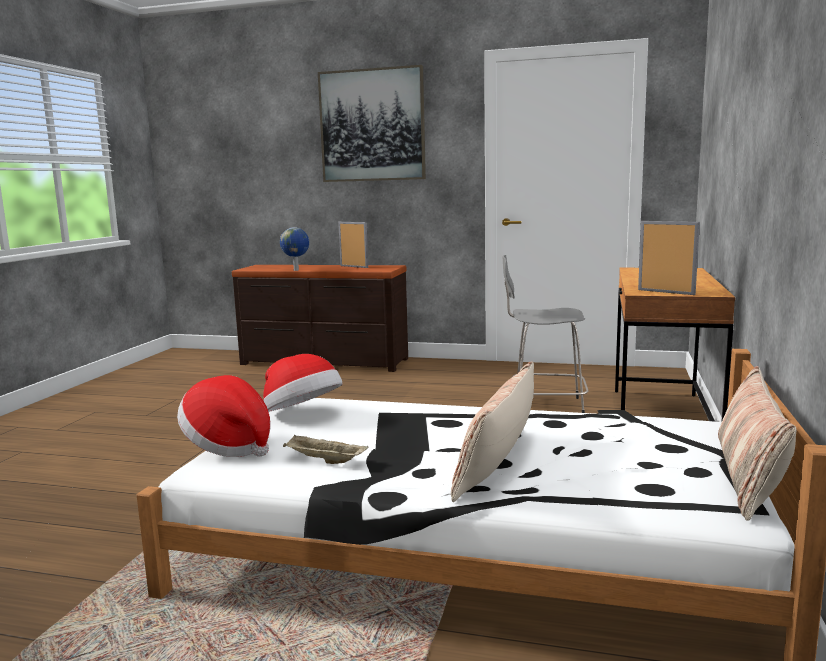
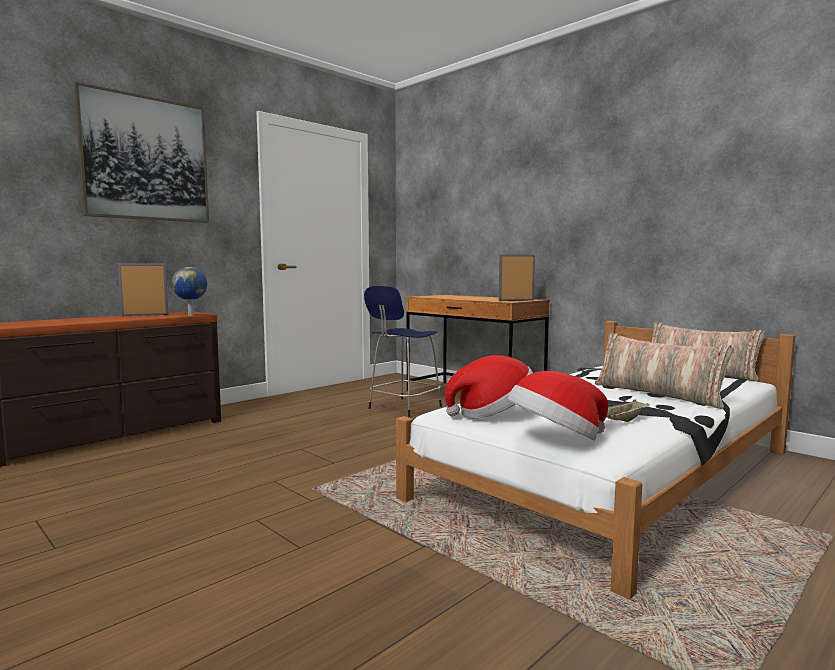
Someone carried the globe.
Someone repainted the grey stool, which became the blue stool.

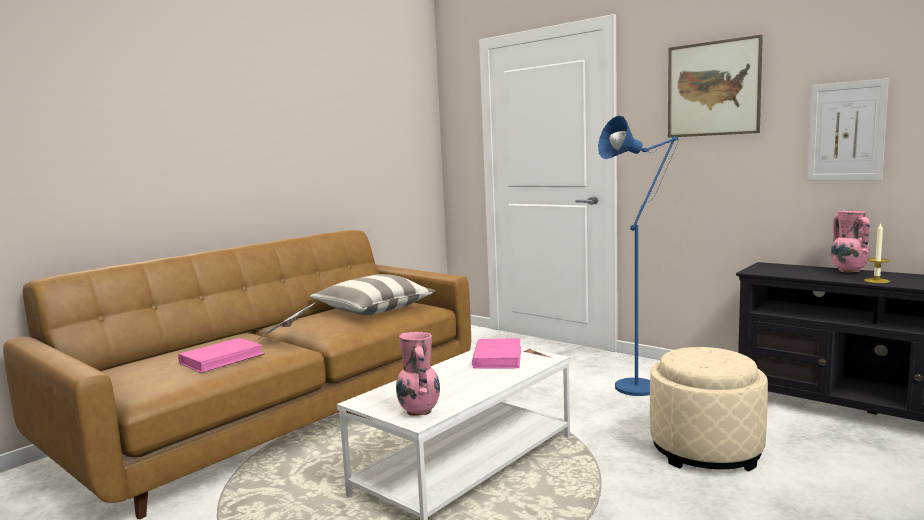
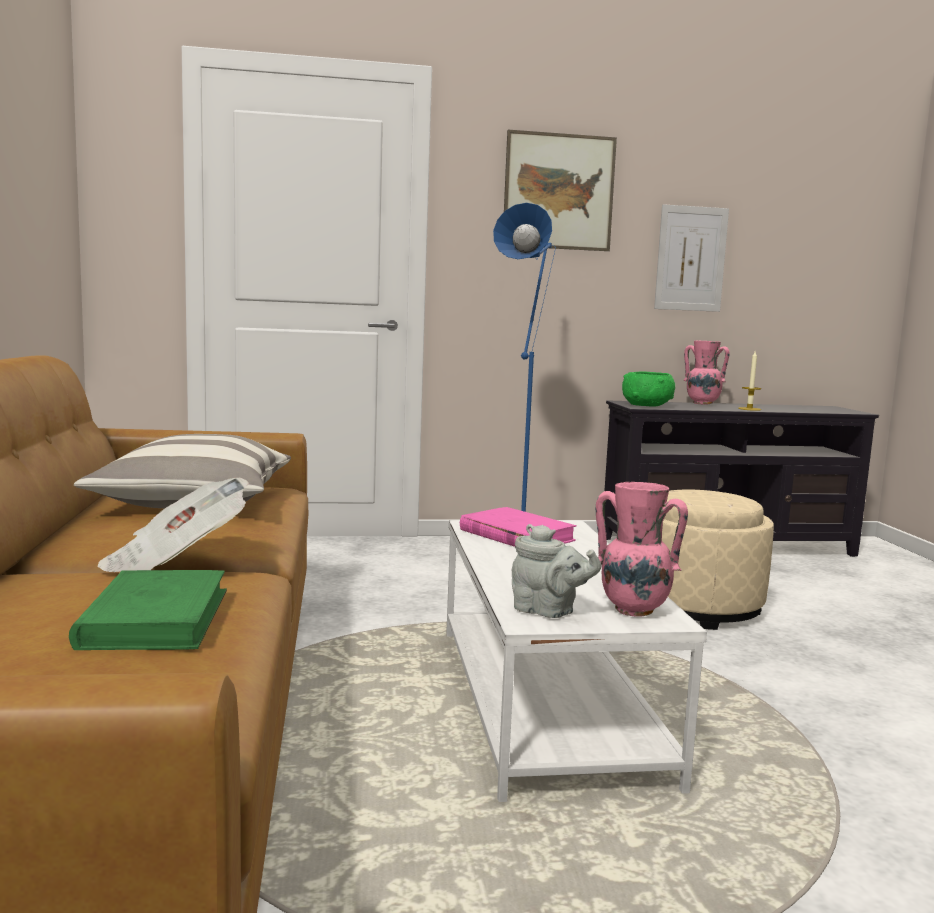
Someone repainted the pink book (no. 1 from left), which became the green book.
Someone put down the grey teapot.
Someone put down the green bowl.

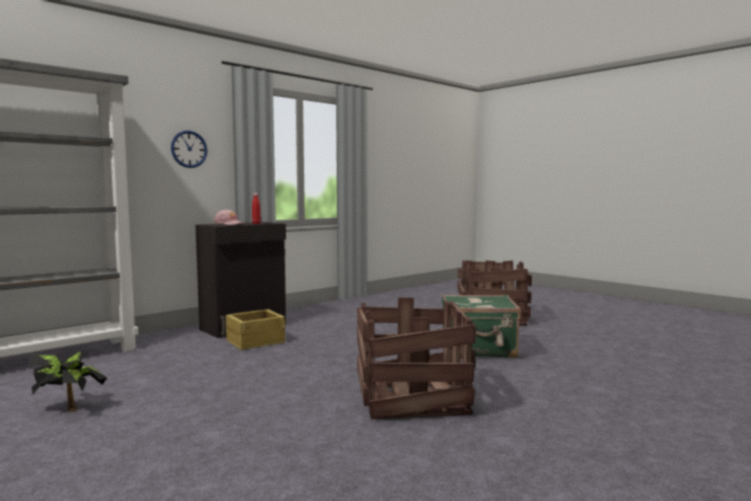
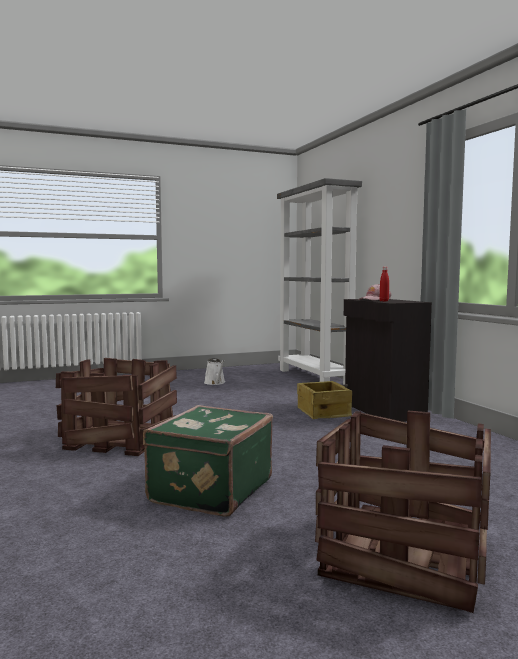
Someone swapped the potted plant for the white watering can.
Someone took away the wall clock.

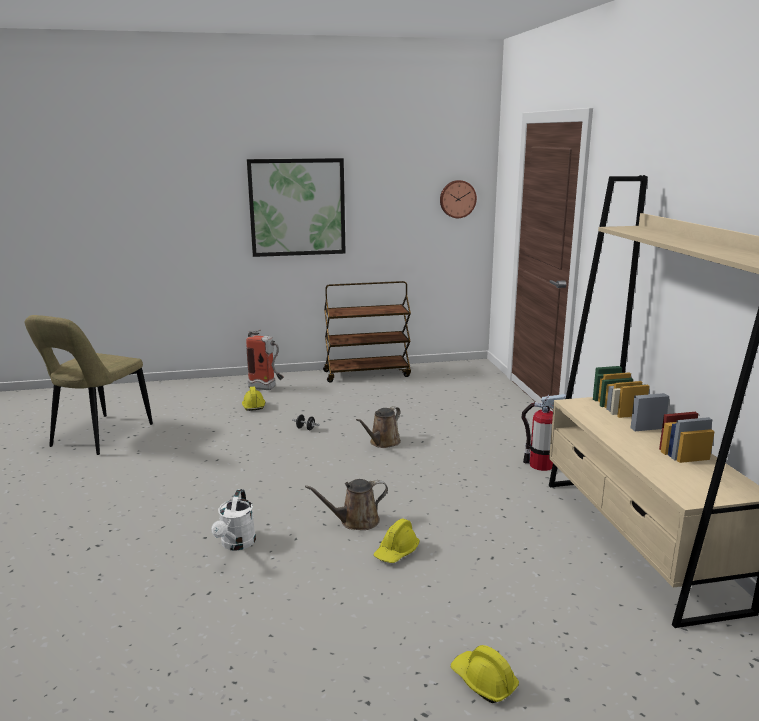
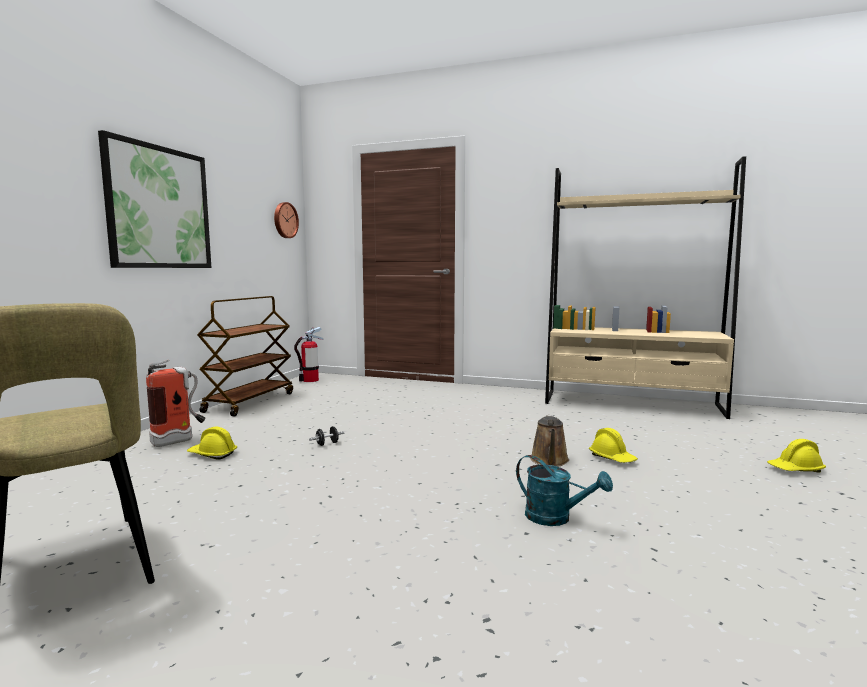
Someone carried the fire extinguisher (no. 2 from left).
Someone repainted the white watering can, which became the turquoise watering can.
Someone took away the brown watering can (no. 2 from left).

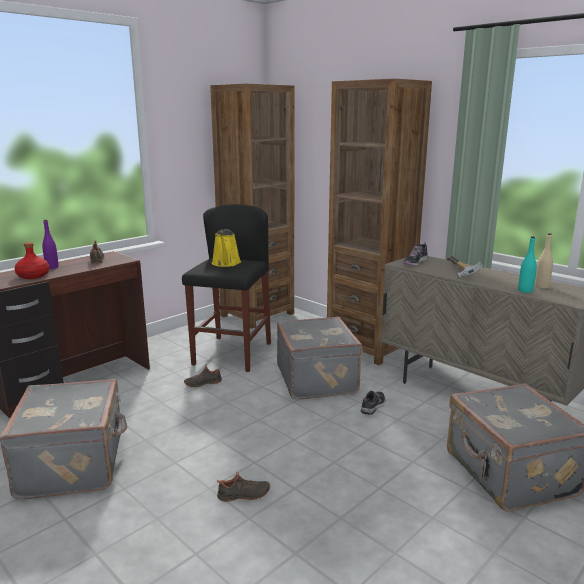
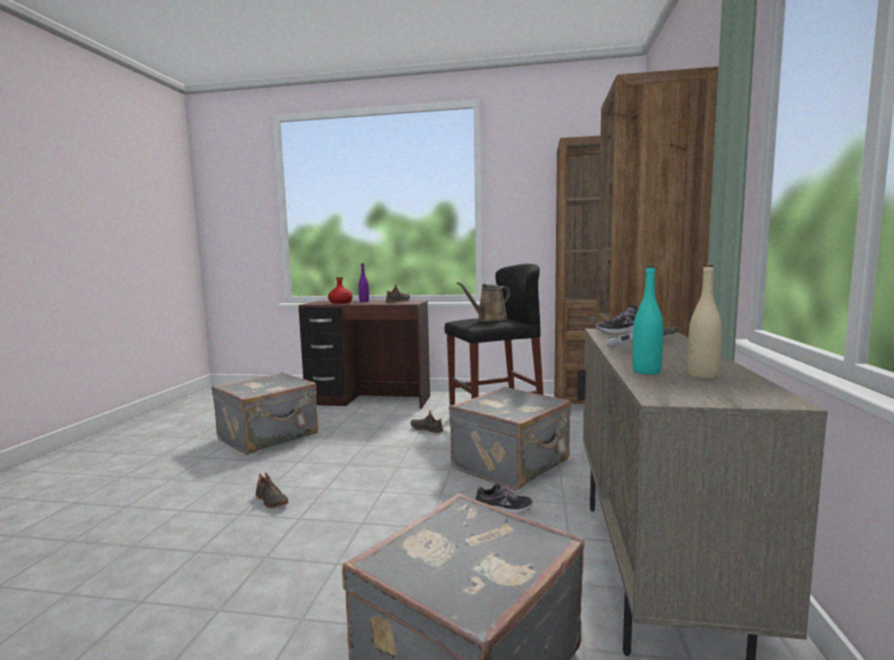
Someone repainted the yellow watering can, which became the brown watering can.

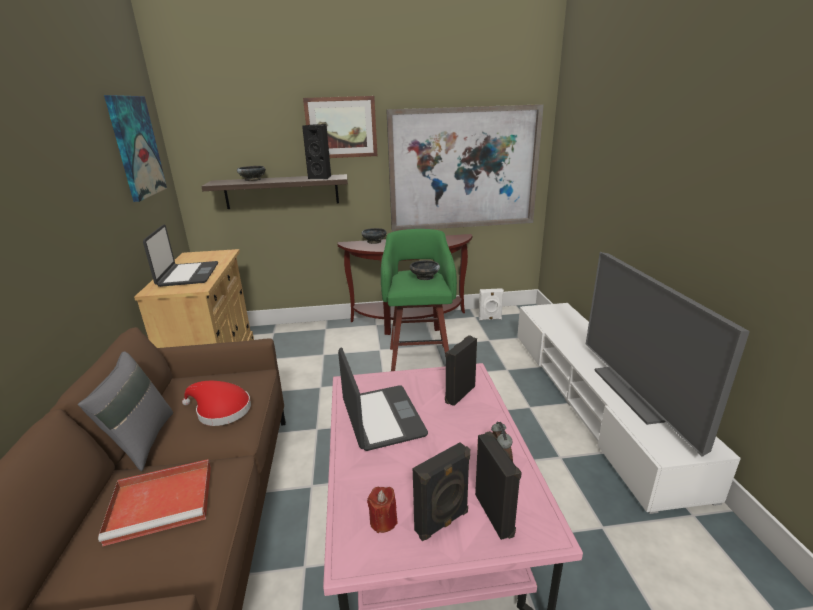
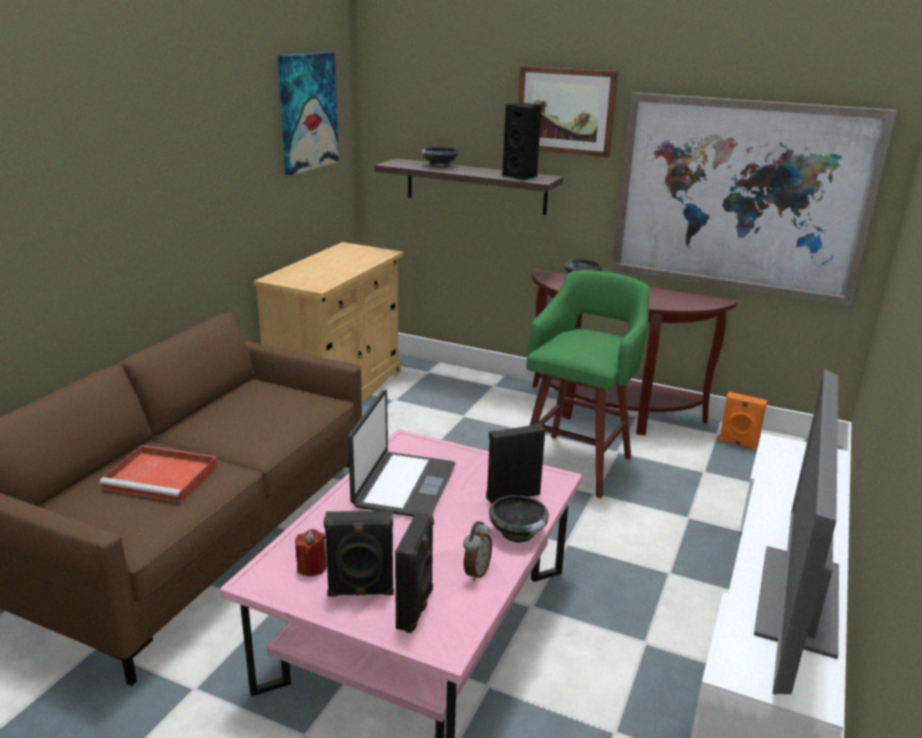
Someone carried the black bowl (no. 3 from left in the first image).
Someone repainted the white speaker, which became the orange speaker.
Someone took away the grey pillow.
Someone took away the laptop (no. 1 from left).
Someone took away the red hat.

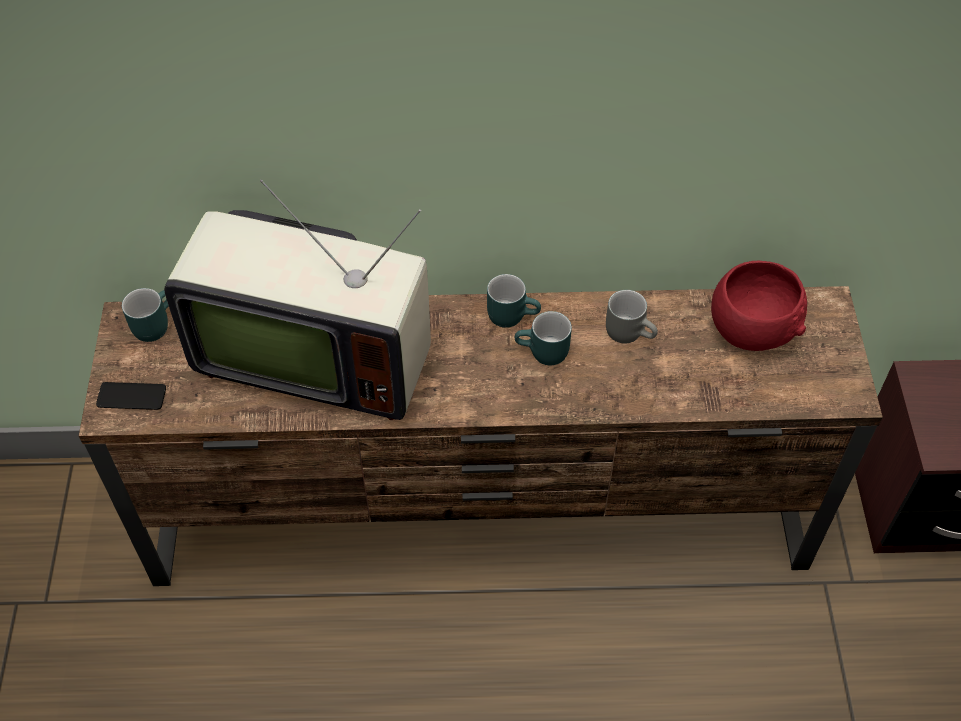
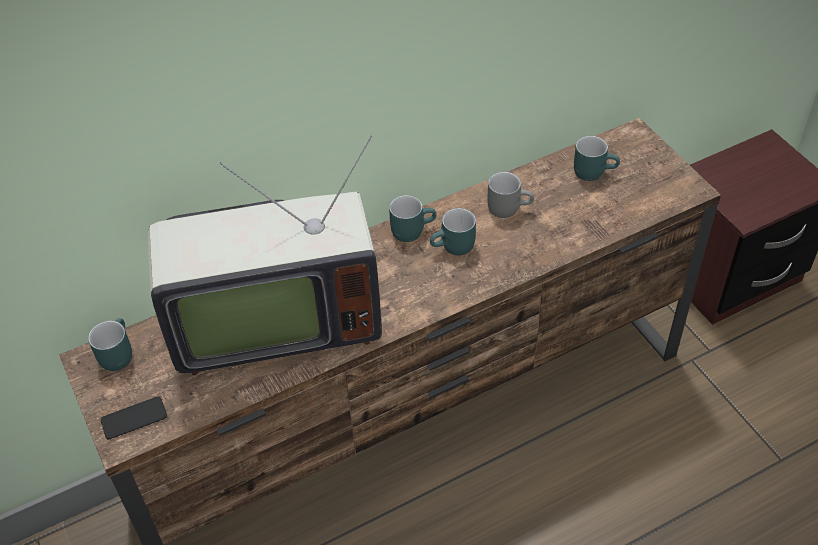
Someone swapped the red bowl for the turquoise mug (no. 4 from left).

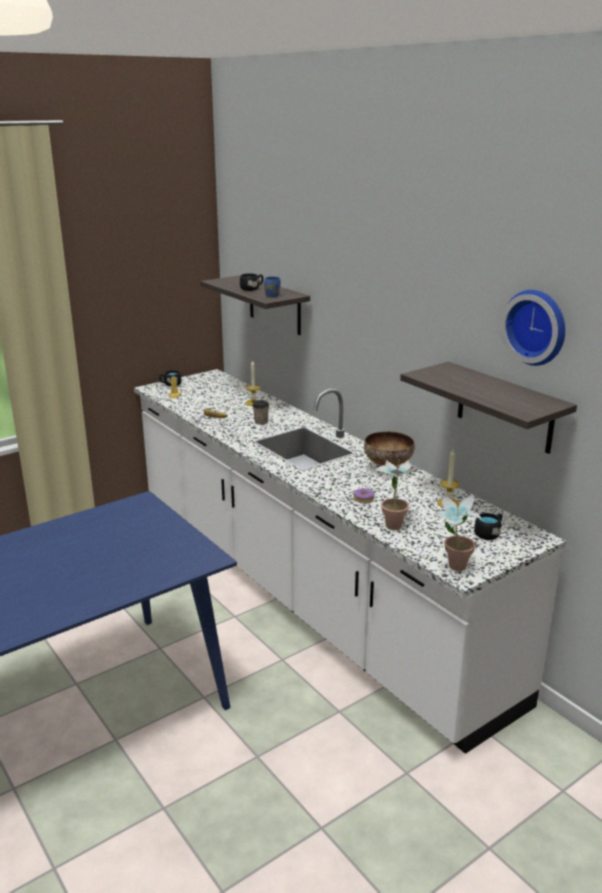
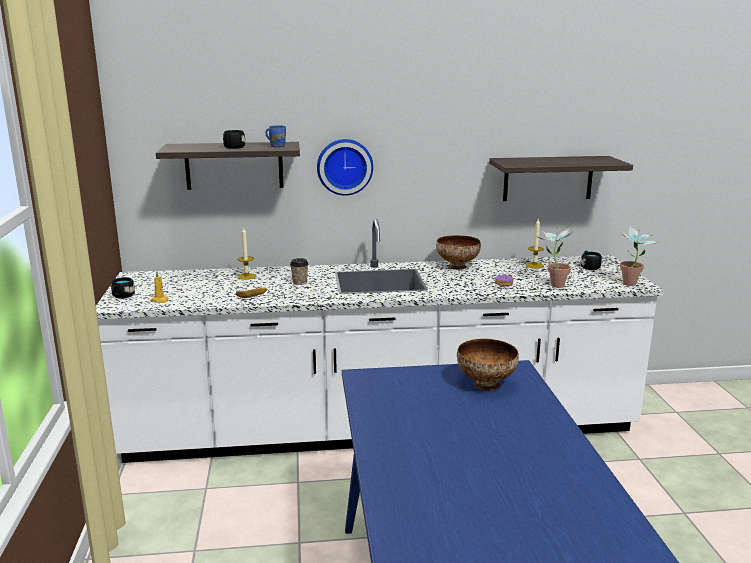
Someone carried the wall clock.
Someone put down the bowl (no. 2 from left).

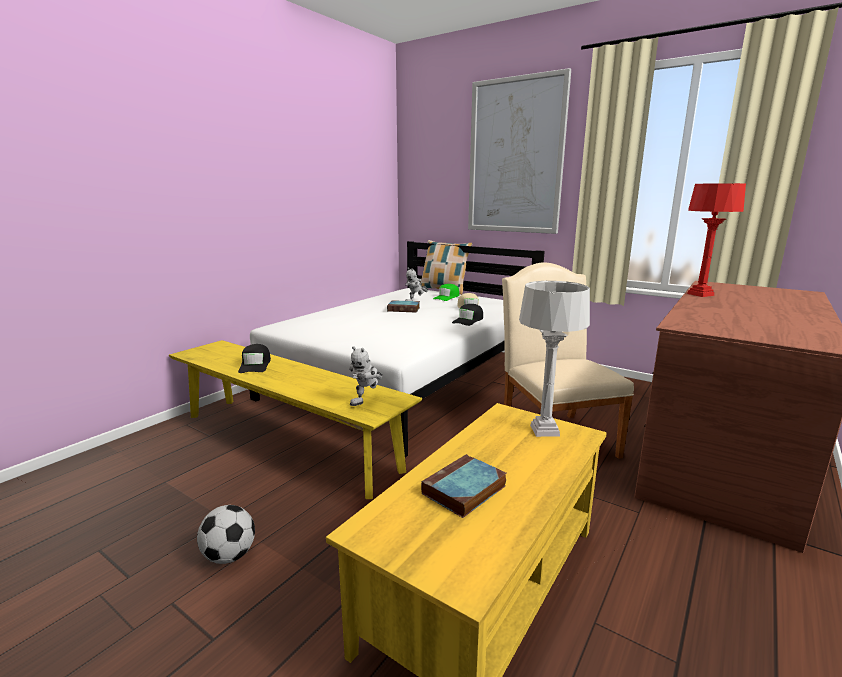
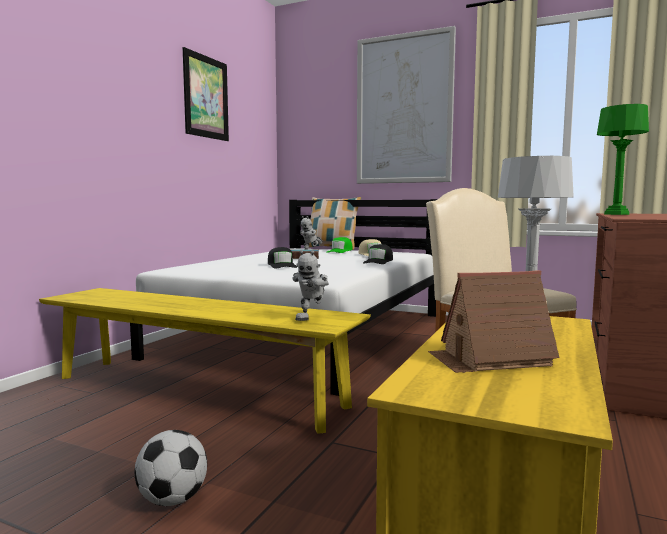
Someone put up the picture (no. 1 from left).
Someone carried the black cap (no. 1 from left).
Someone swapped the book (no. 2 from left) for the toy house.
Someone repainted the red table lamp, which became the green table lamp.

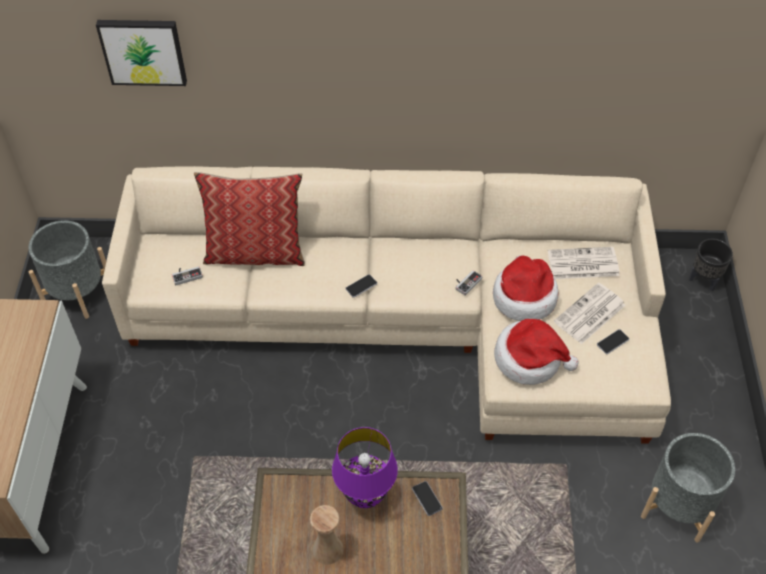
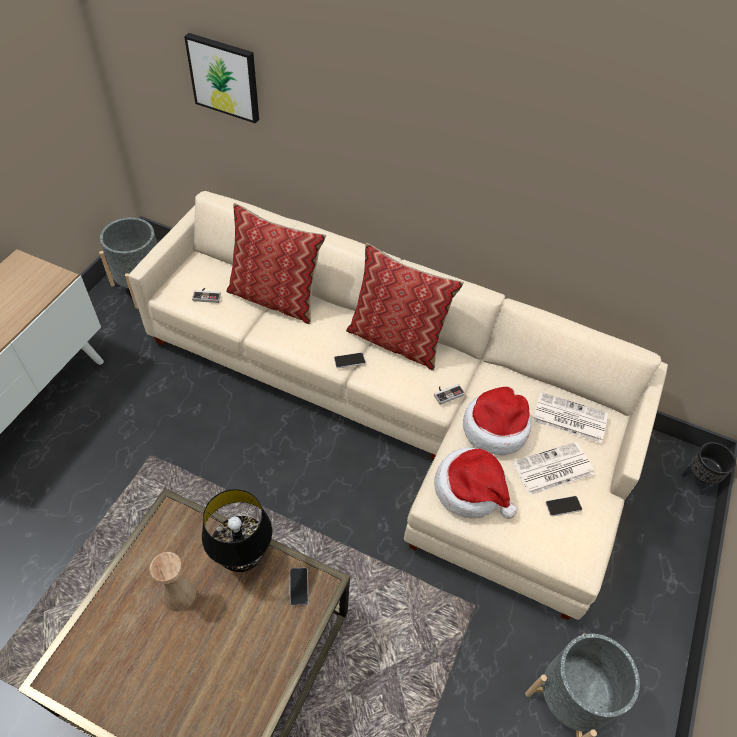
Someone repainted the purple table lamp, which became the black table lamp.
Someone put down the pillow (no. 2 from left).

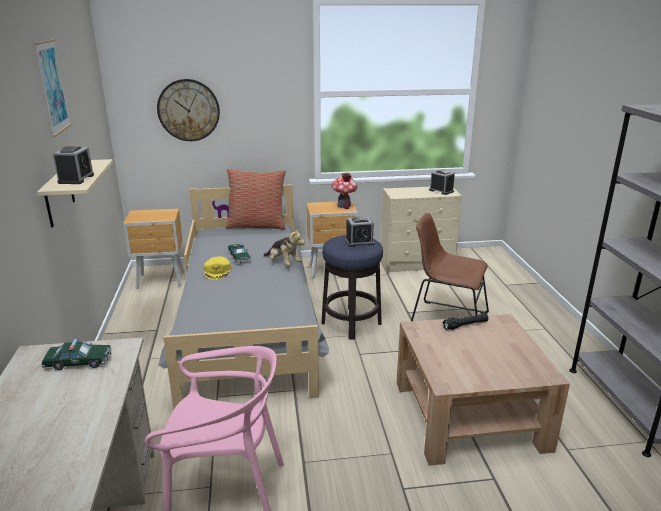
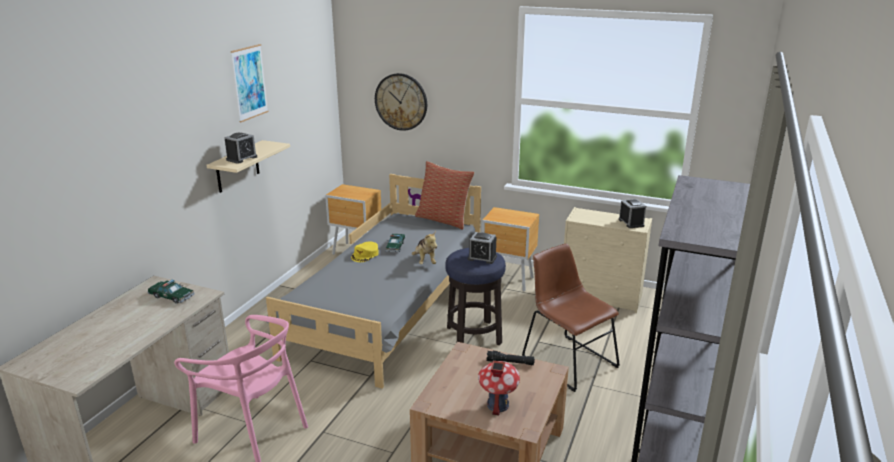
Someone carried the toy house.

